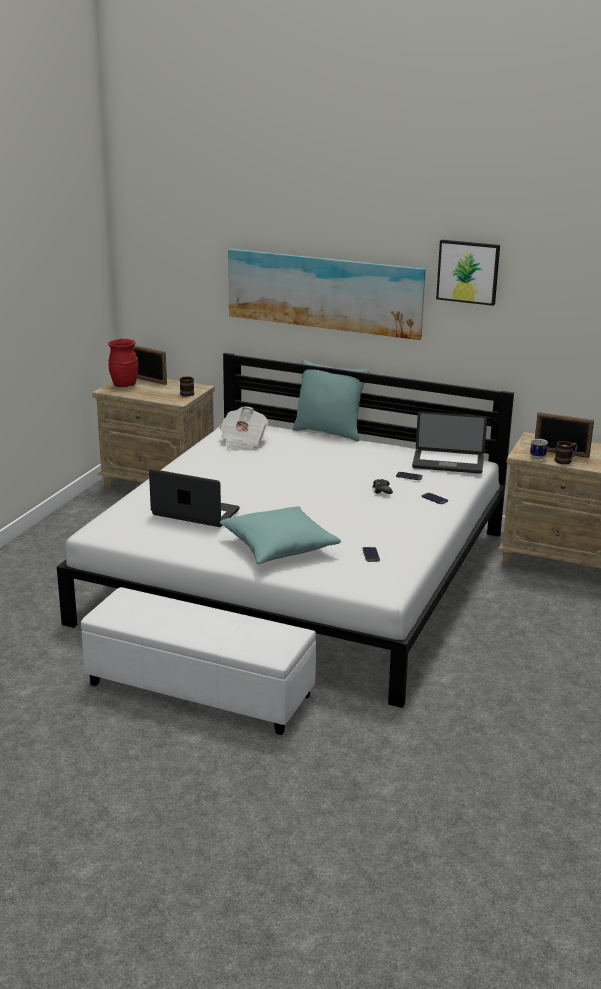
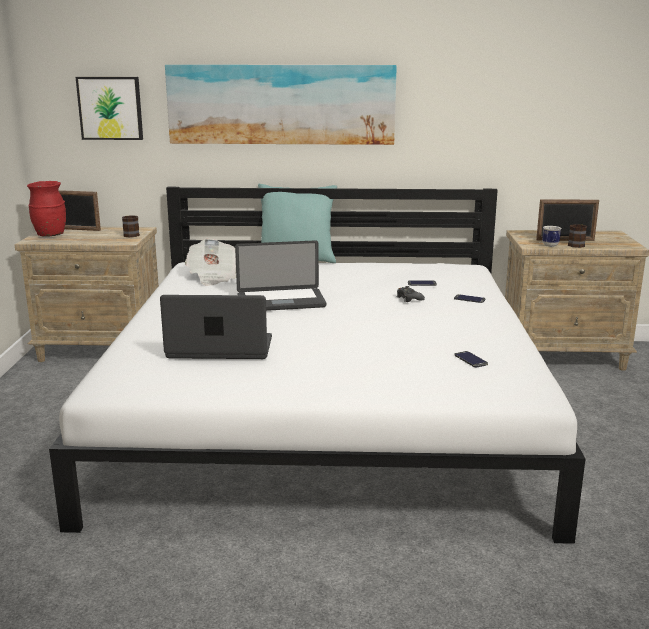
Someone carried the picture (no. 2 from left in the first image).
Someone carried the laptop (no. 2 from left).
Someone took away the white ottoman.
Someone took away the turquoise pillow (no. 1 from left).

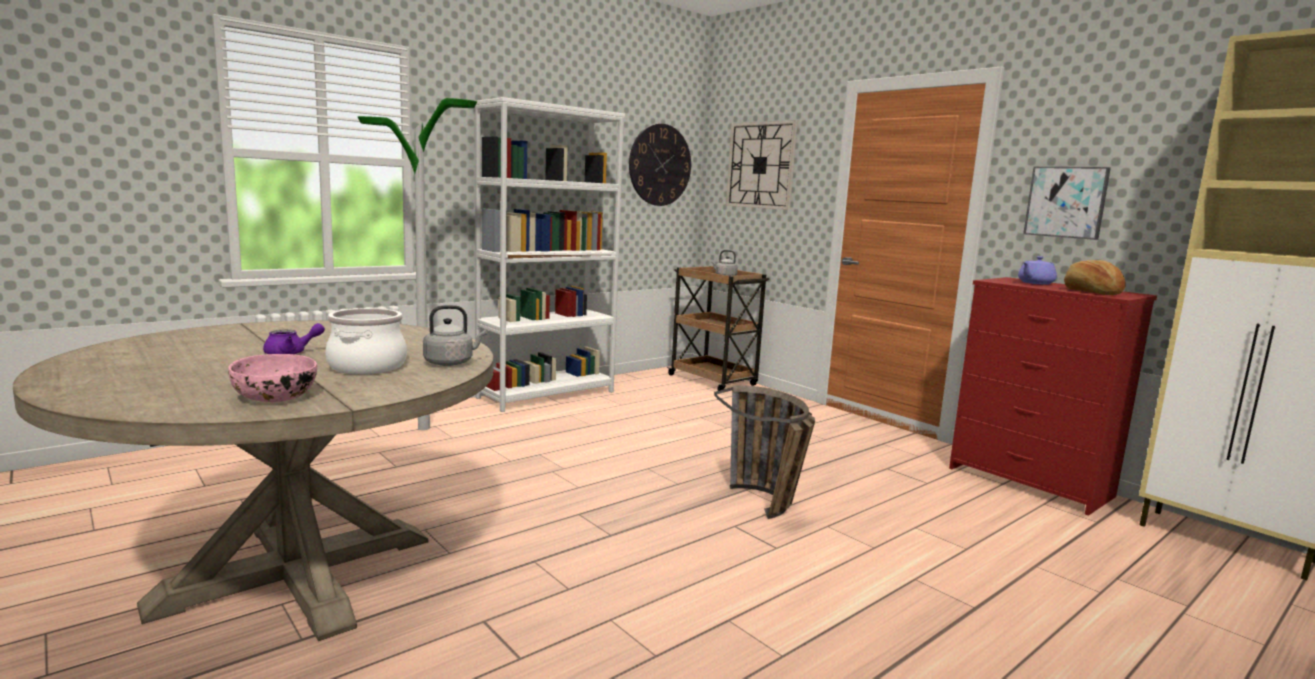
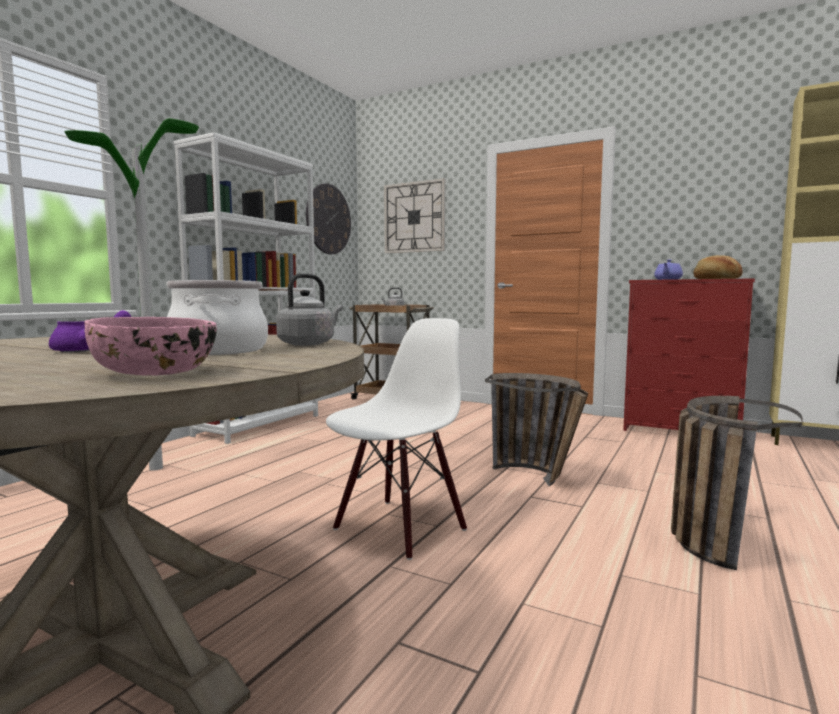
Someone put down the white chair.
Someone put down the basket (no. 2 from left).
Someone took away the picture.

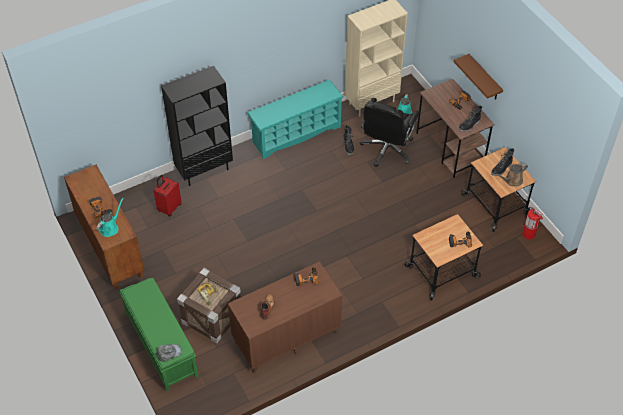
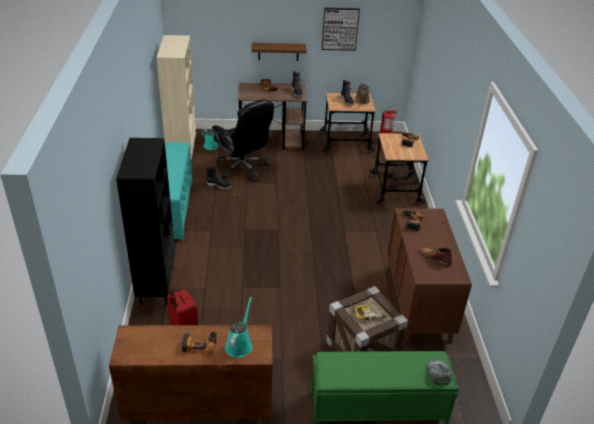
Someone rotated the turquoise watering can (no. 1 from left in the first image) by 45 degrees clockwise.
Someone put up the picture.

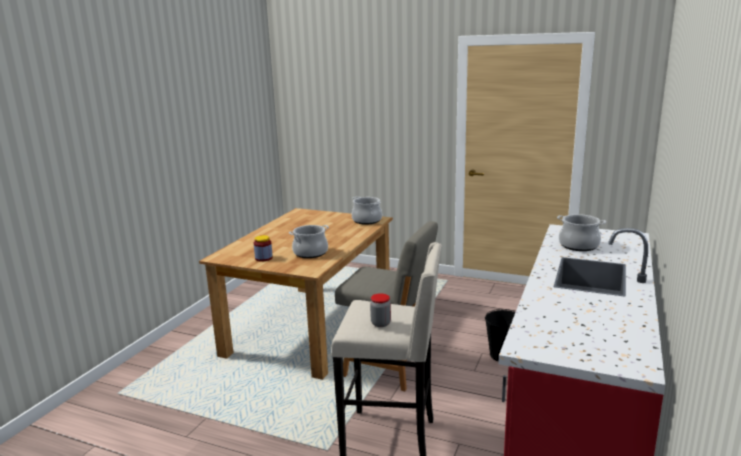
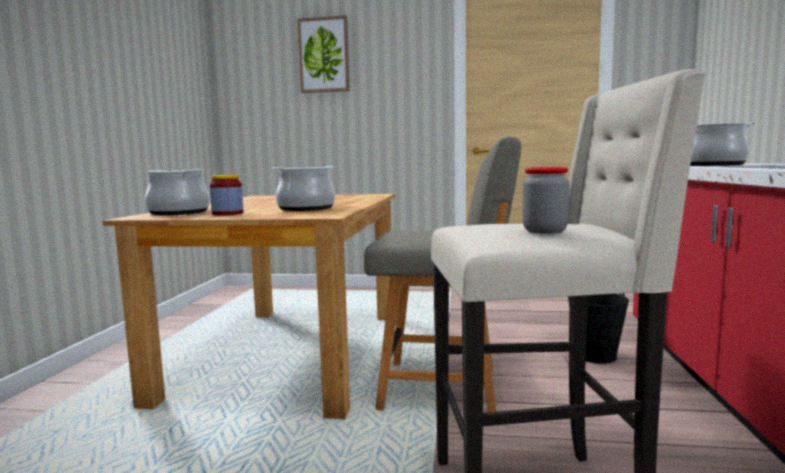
Someone carried the cooking pot (no. 2 from left in the first image).
Someone put up the picture.

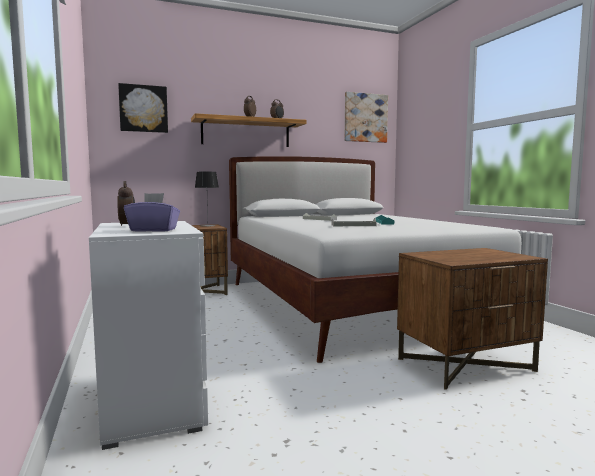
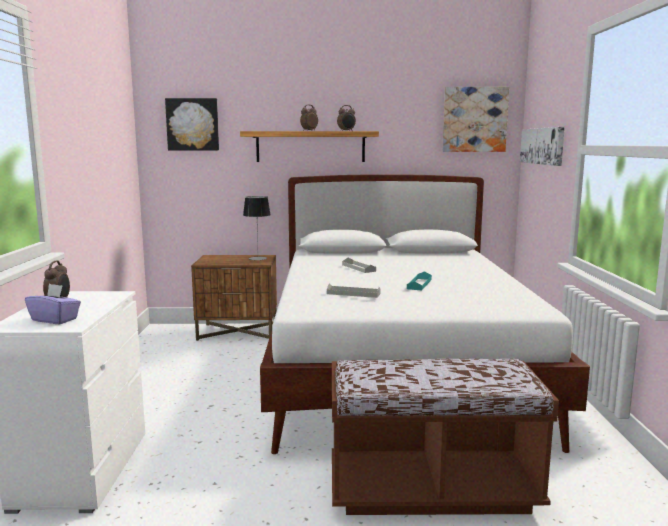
Someone swapped the brown nightstand (no. 2 from left) for the brown bench.
Someone put up the picture (no. 3 from left).

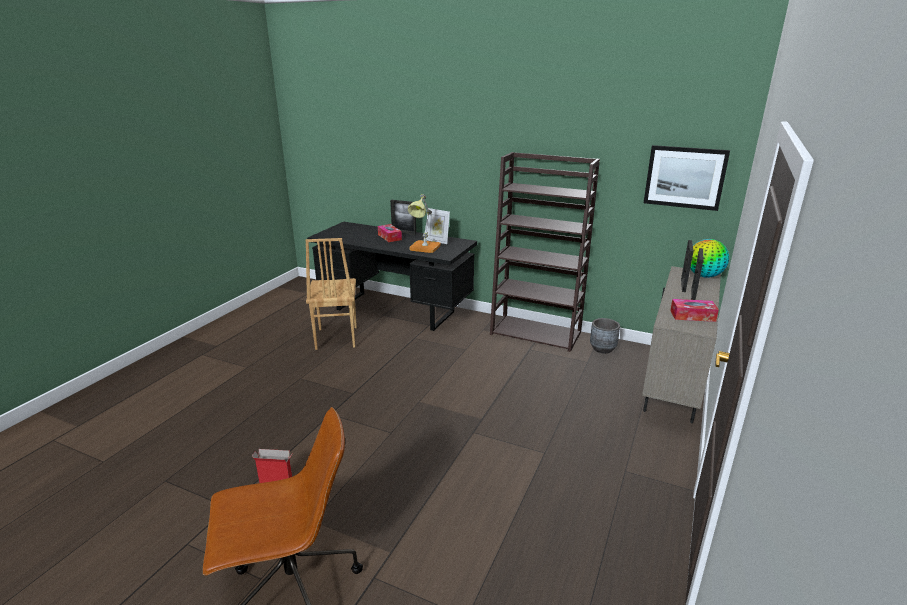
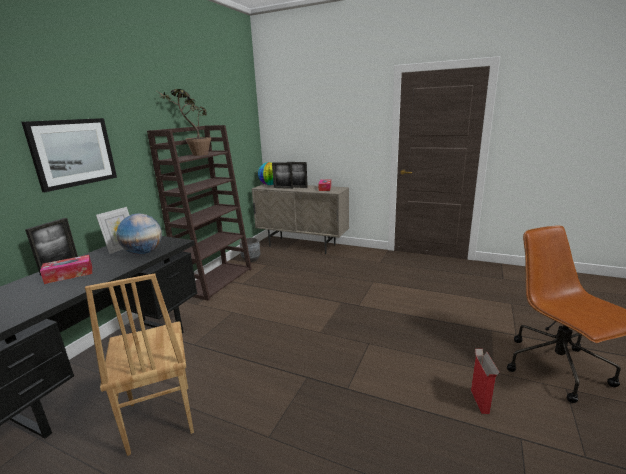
Someone carried the picture.
Someone rotated the brown chair by 75 degrees clockwise.
Someone swapped the table lamp for the globe (no. 1 from left).
Someone put down the potted plant.

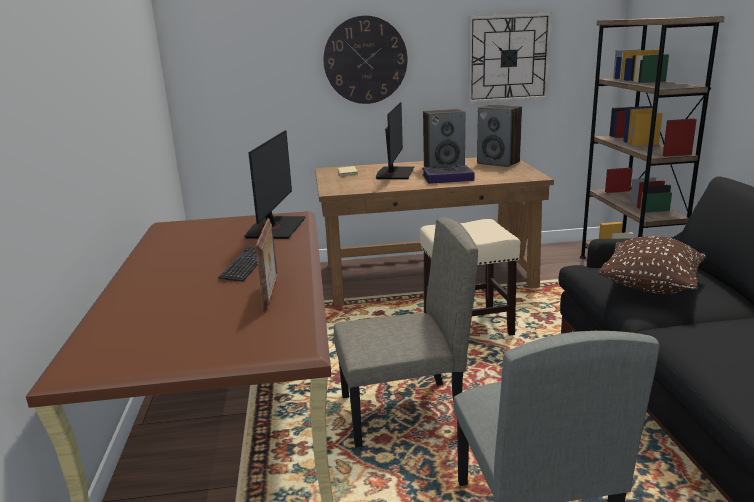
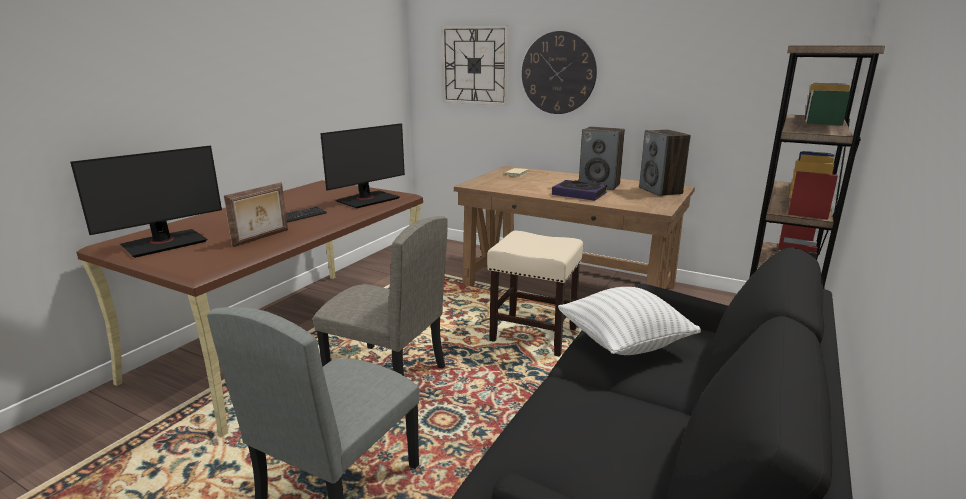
Someone carried the monitor (no. 2 from left in the first image).
Someone carried the wall clock (no. 2 from left in the first image).
Someone repainted the brown pillow, which became the white pillow.

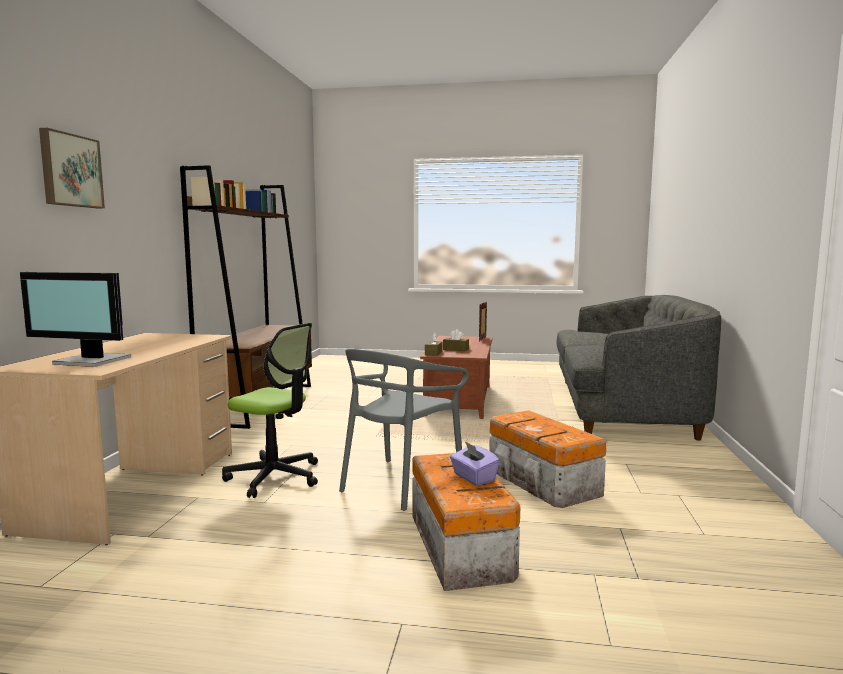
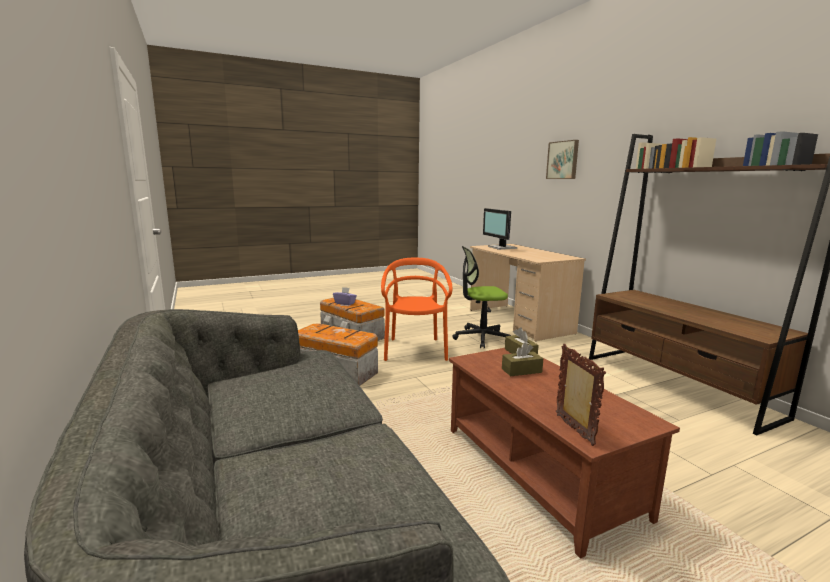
Someone repainted the grey chair, which became the orange chair.
Someone rotated the monitor by 90 degrees counterclockwise.

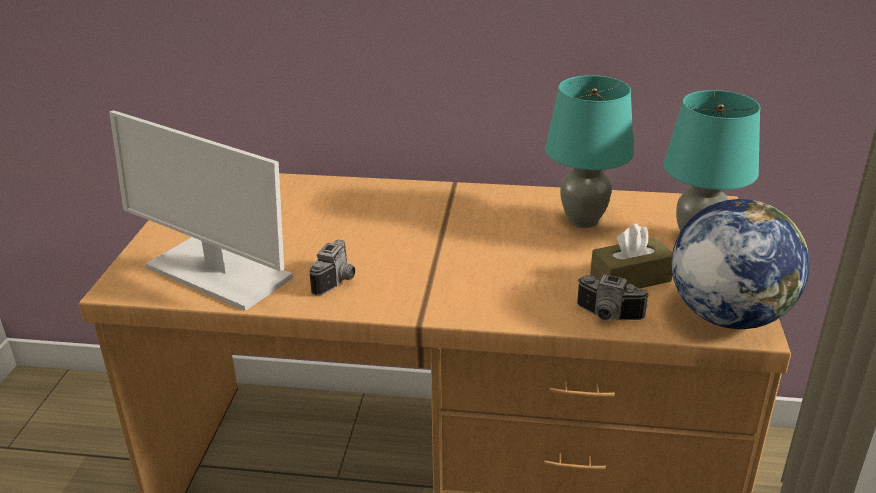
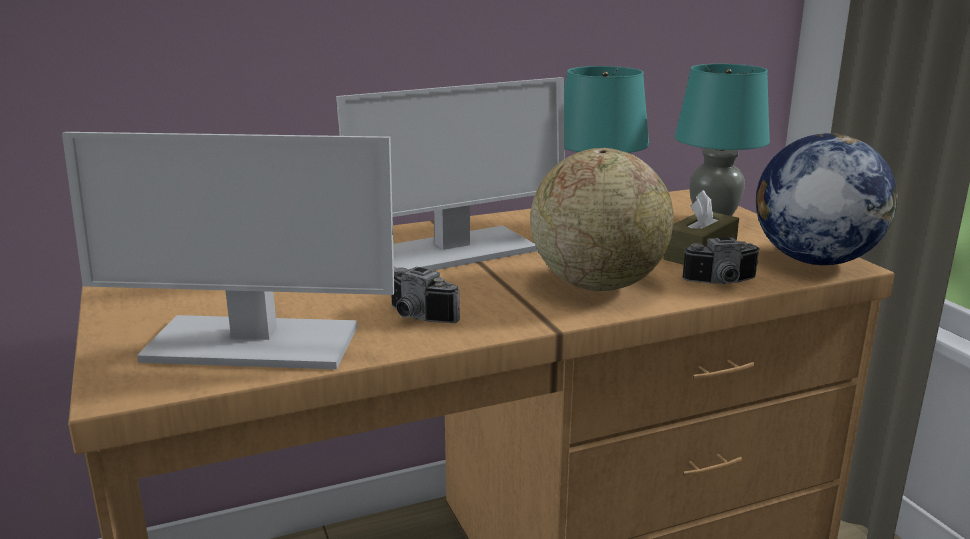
Someone put down the monitor (no. 2 from left).
Someone rotated the photo camera (no. 1 from left) by 135 degrees clockwise.
Someone put down the globe (no. 1 from left).

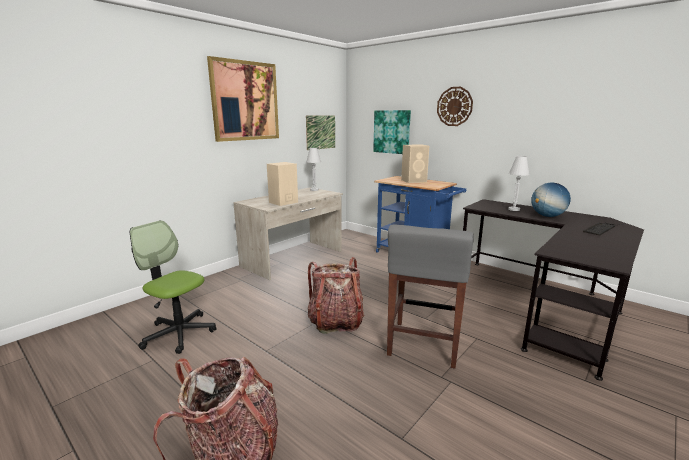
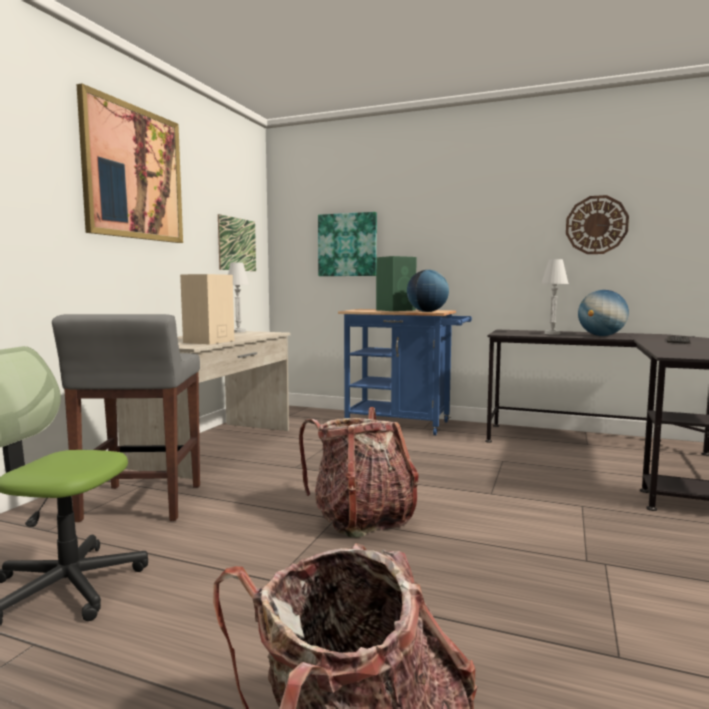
Someone carried the grey stool.
Someone repainted the beige speaker (no. 2 from left), which became the green speaker.
Someone put down the globe (no. 1 from left).
Someone carried the wall clock.

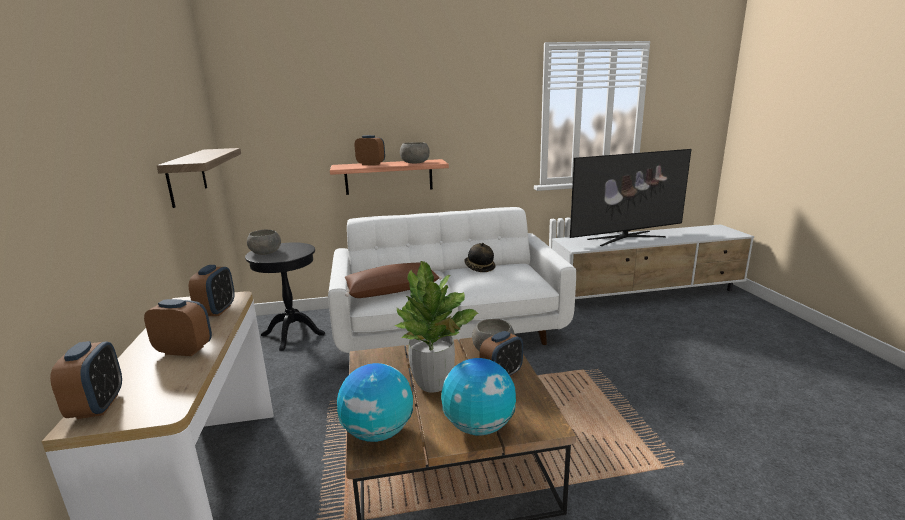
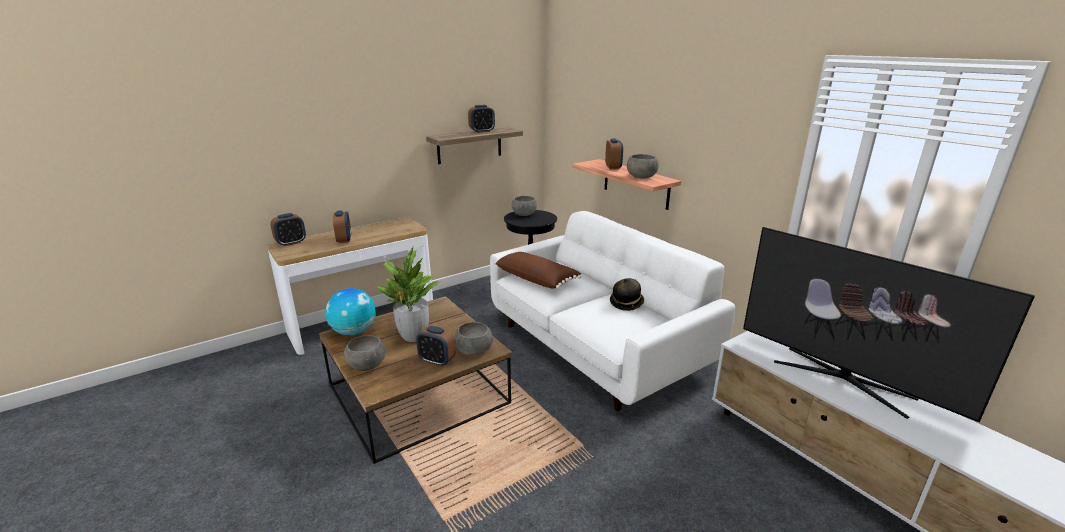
Someone swapped the globe (no. 2 from left) for the grey bowl (no. 1 from left).
Someone carried the alarm clock (no. 3 from left in the first image).

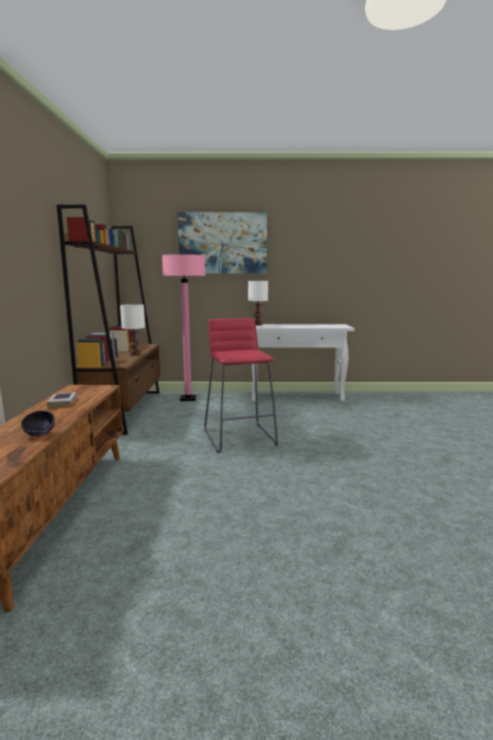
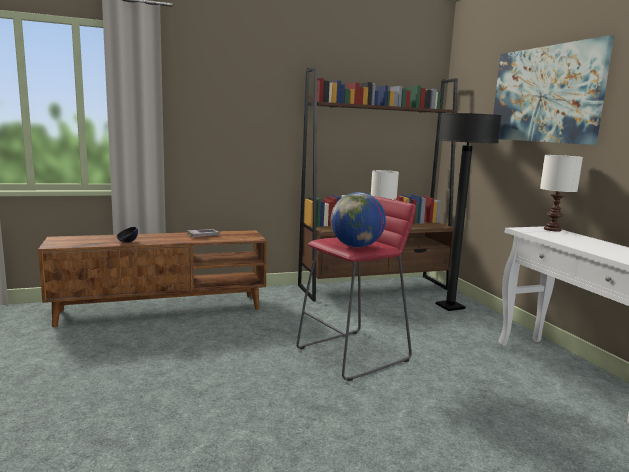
Someone put down the globe.
Someone repainted the pink floor lamp, which became the black floor lamp.

